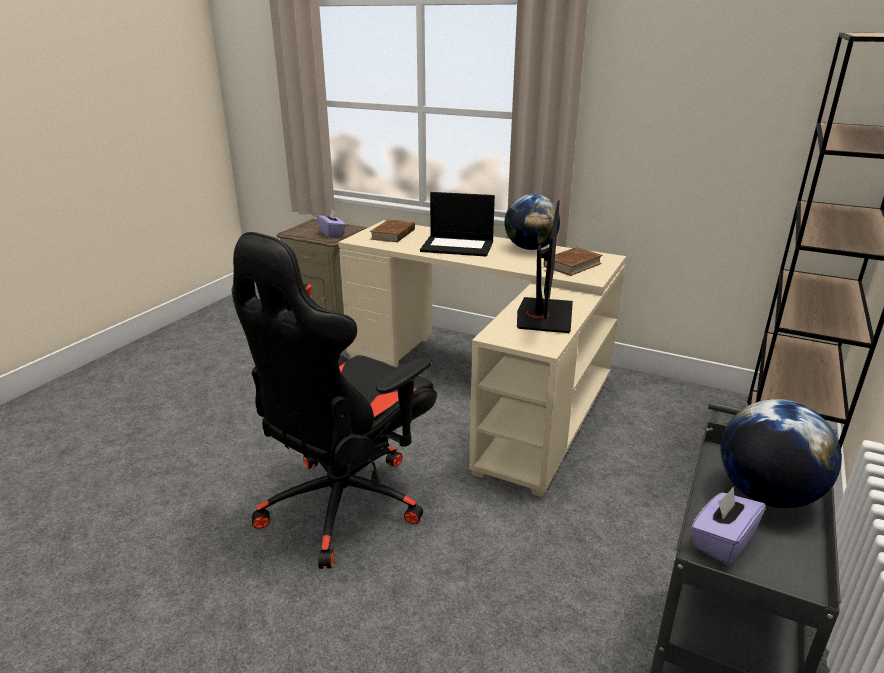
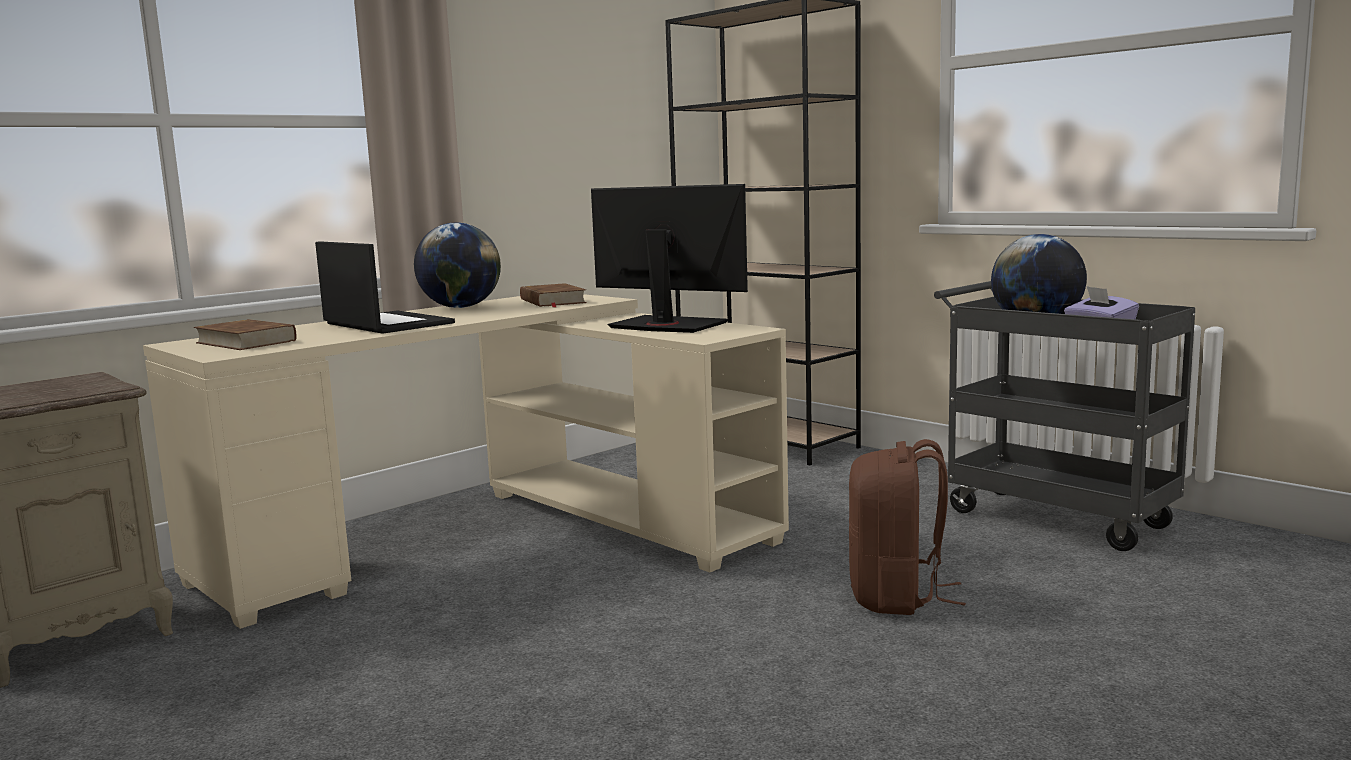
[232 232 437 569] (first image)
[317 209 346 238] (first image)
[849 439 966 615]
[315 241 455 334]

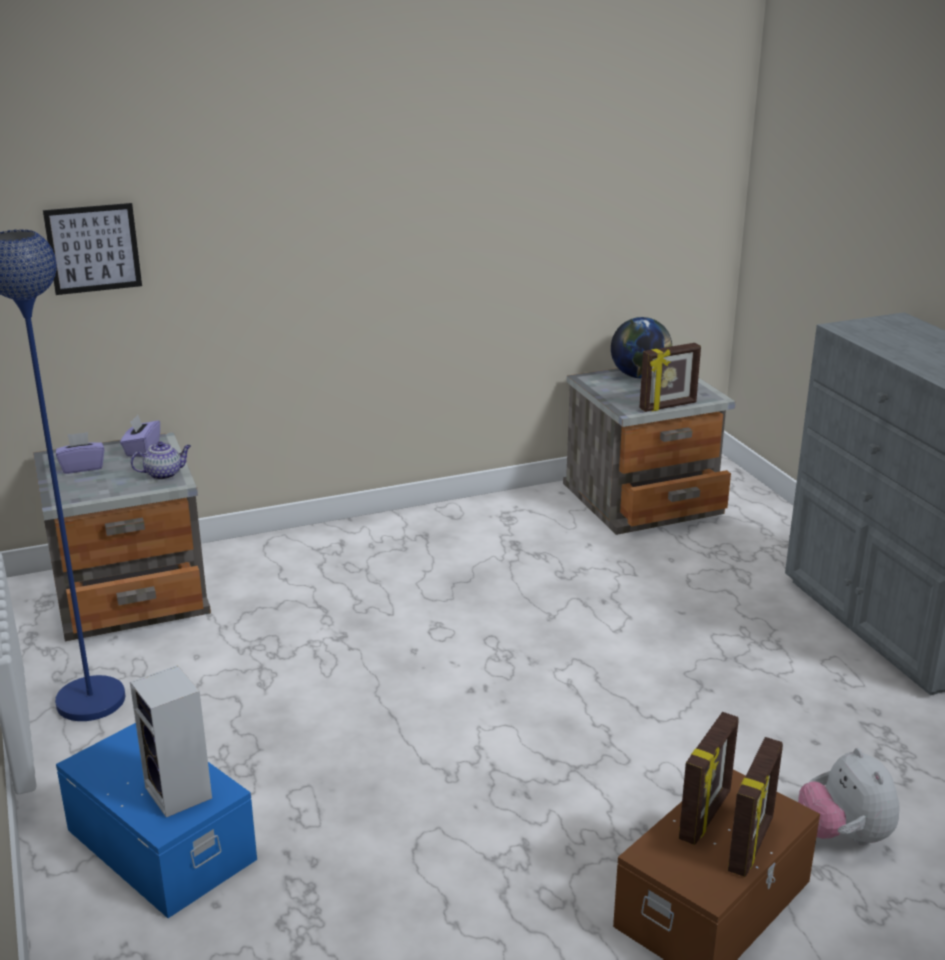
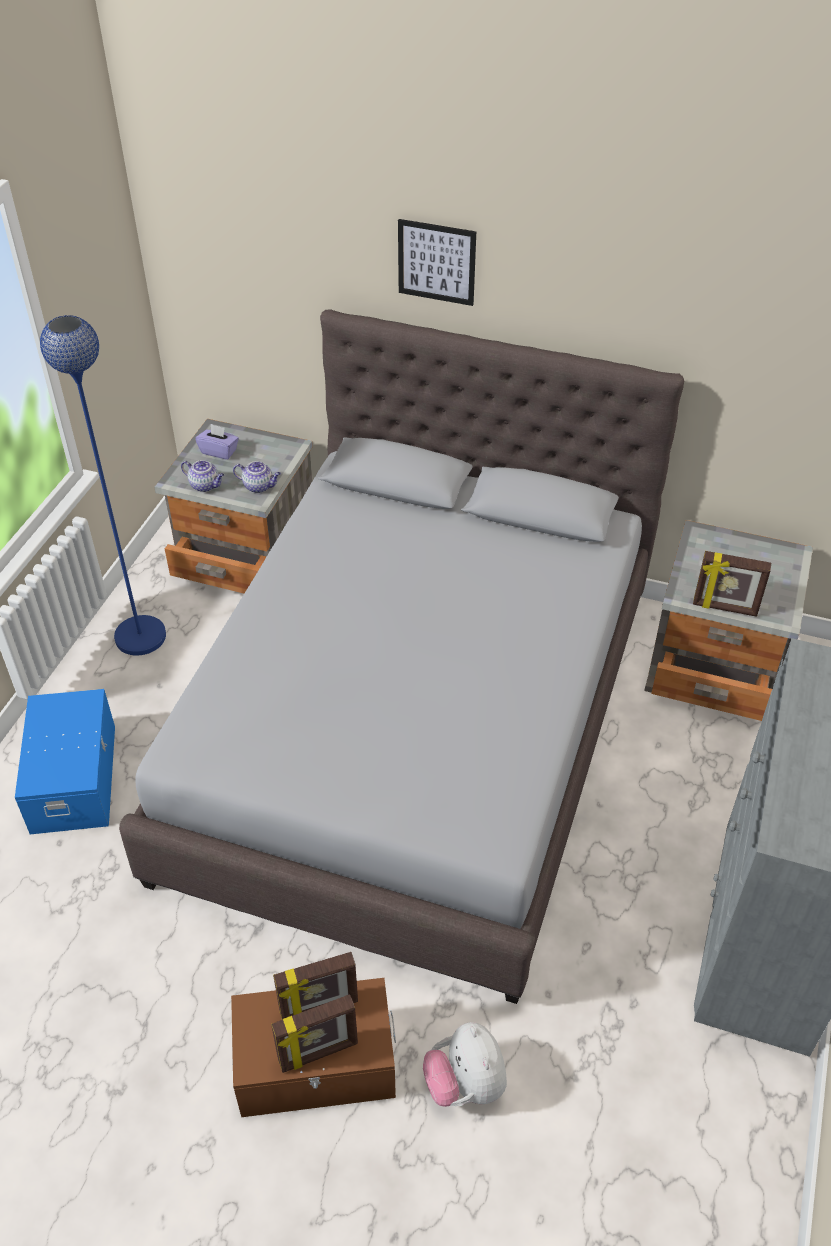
[120 415 160 457] (first image)
[130 665 212 817] (first image)
[611 317 672 378] (first image)
[119 309 684 1004]
[181 460 224 492]
[398 219 476 306]
[423 1022 507 1107]

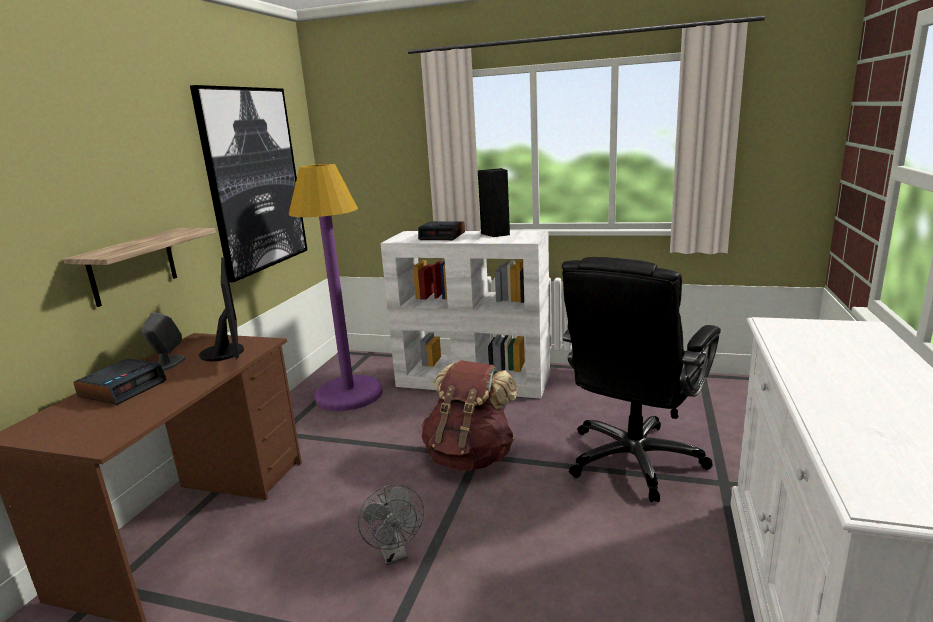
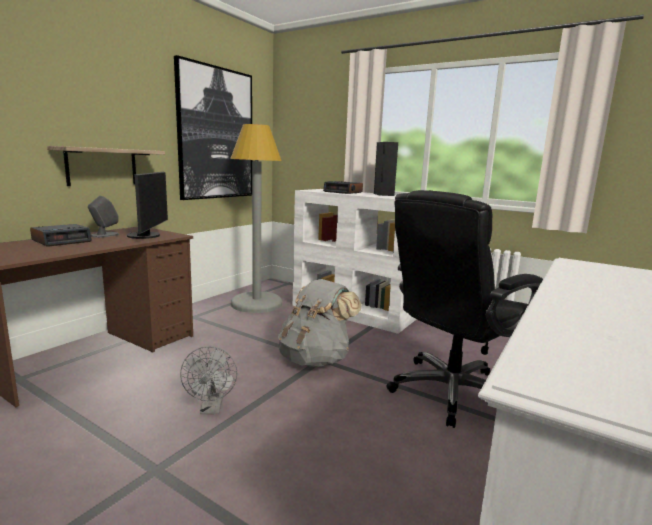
[230 124 282 313]
[278 279 362 367]

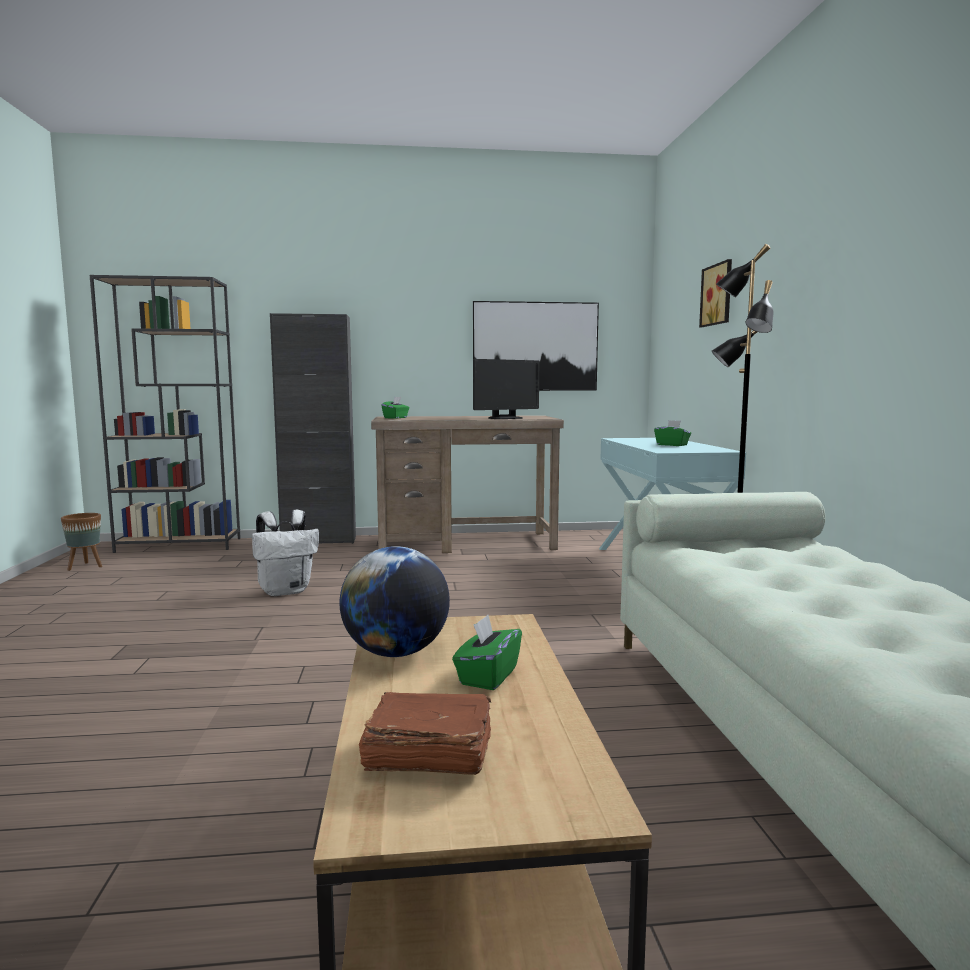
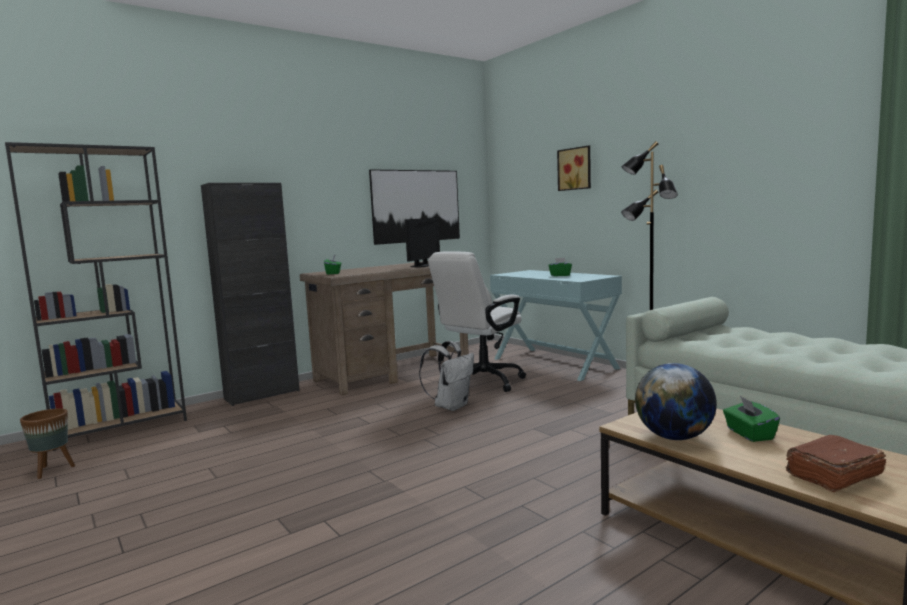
[428 251 526 392]
[419 341 474 411]

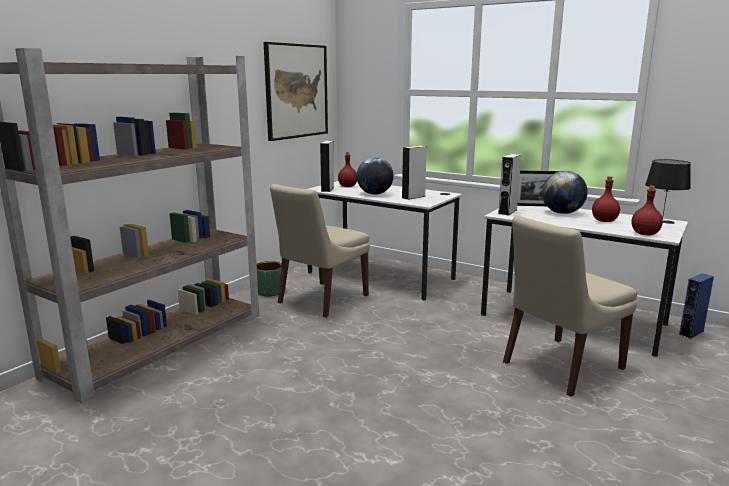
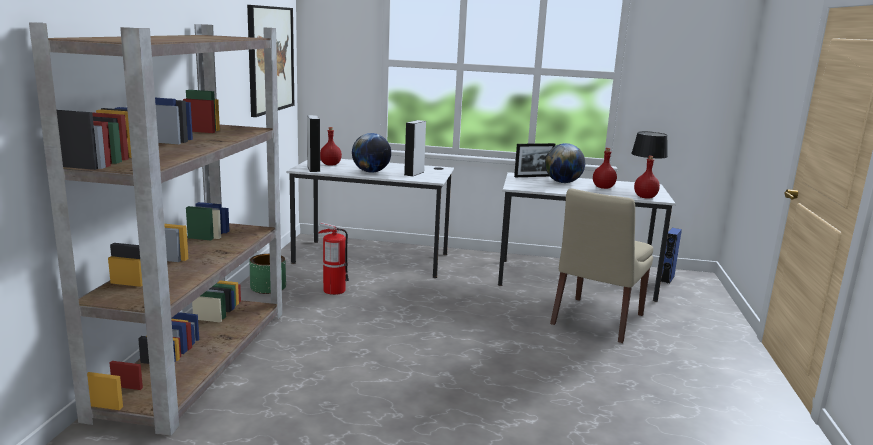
[498 154 521 215] (first image)
[318 222 349 295]

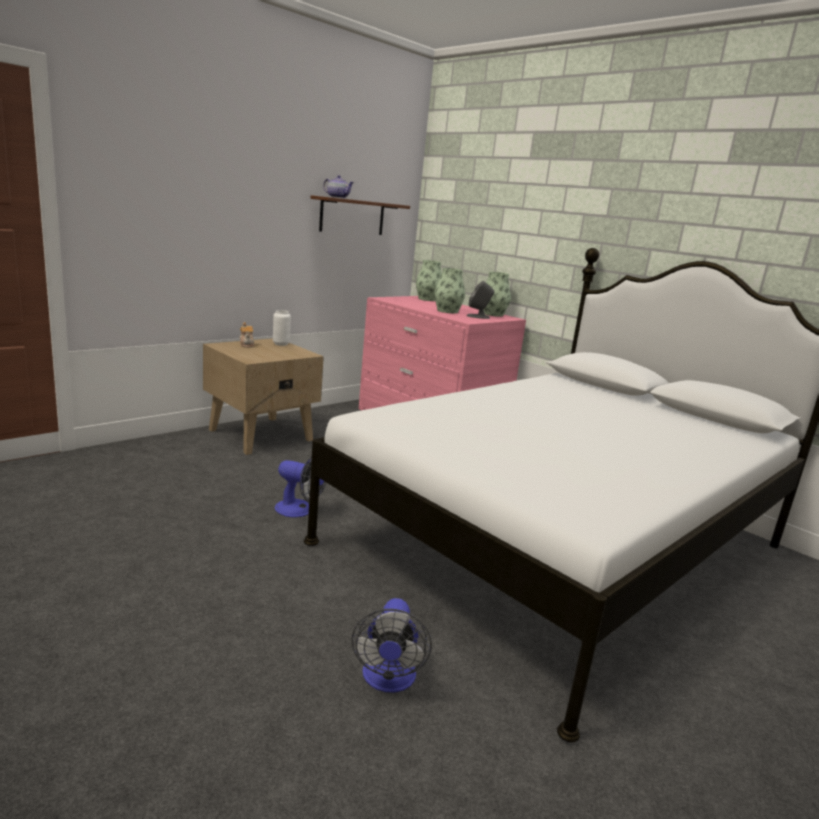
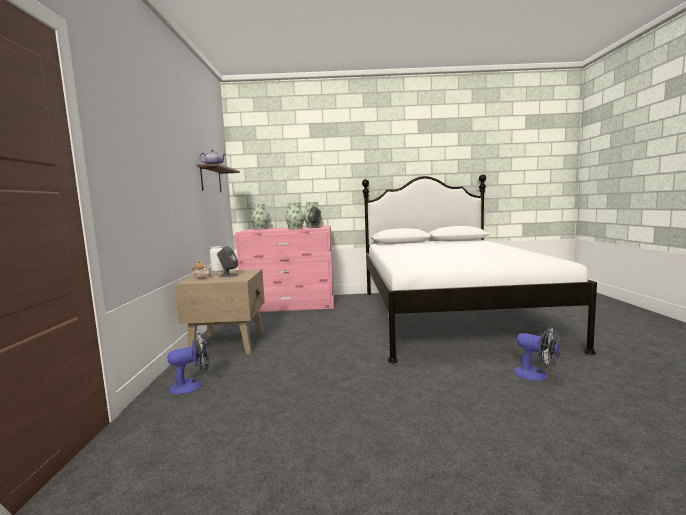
[217 246 239 277]
[167 333 209 395]

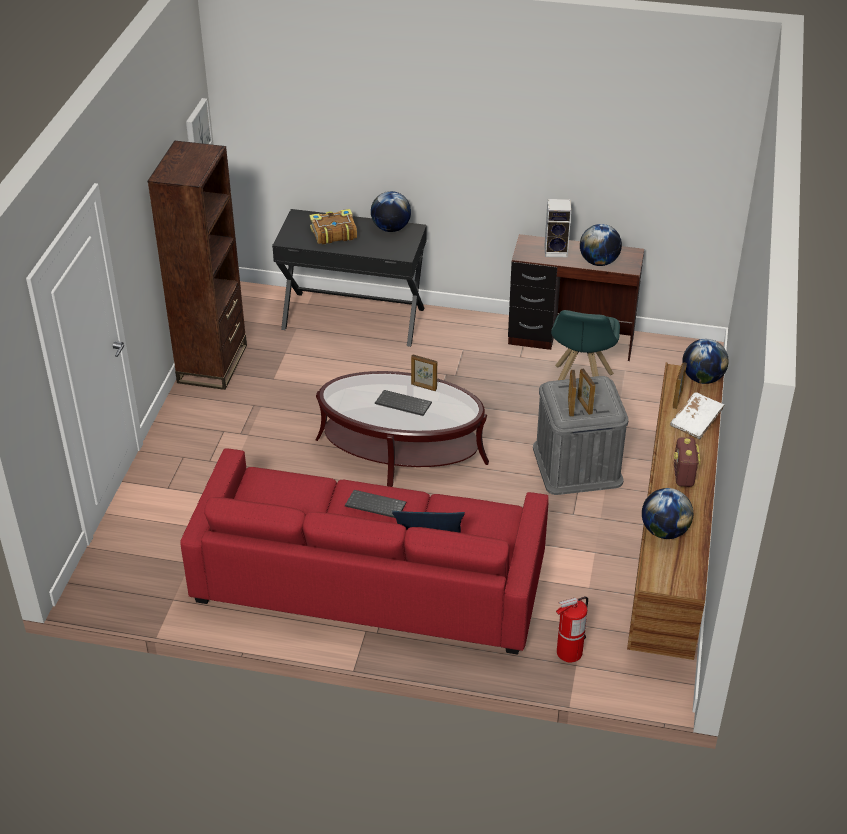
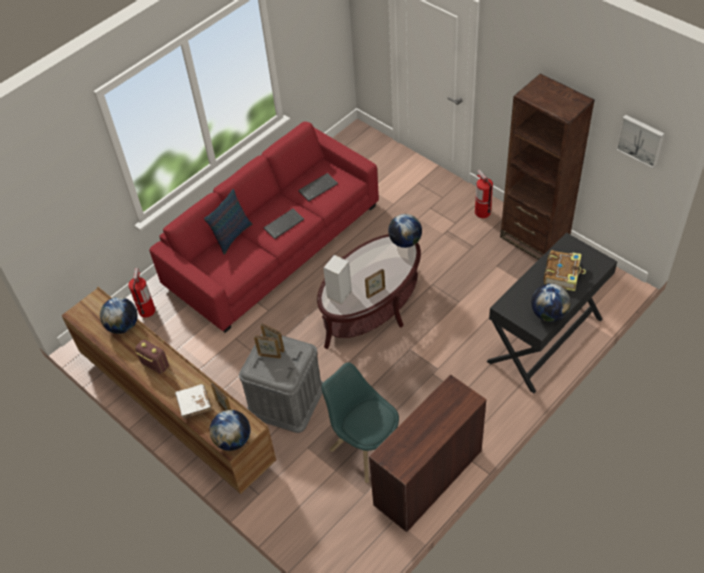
[475 170 493 218]
[298 173 338 201]
[323 255 352 304]
[388 214 422 248]

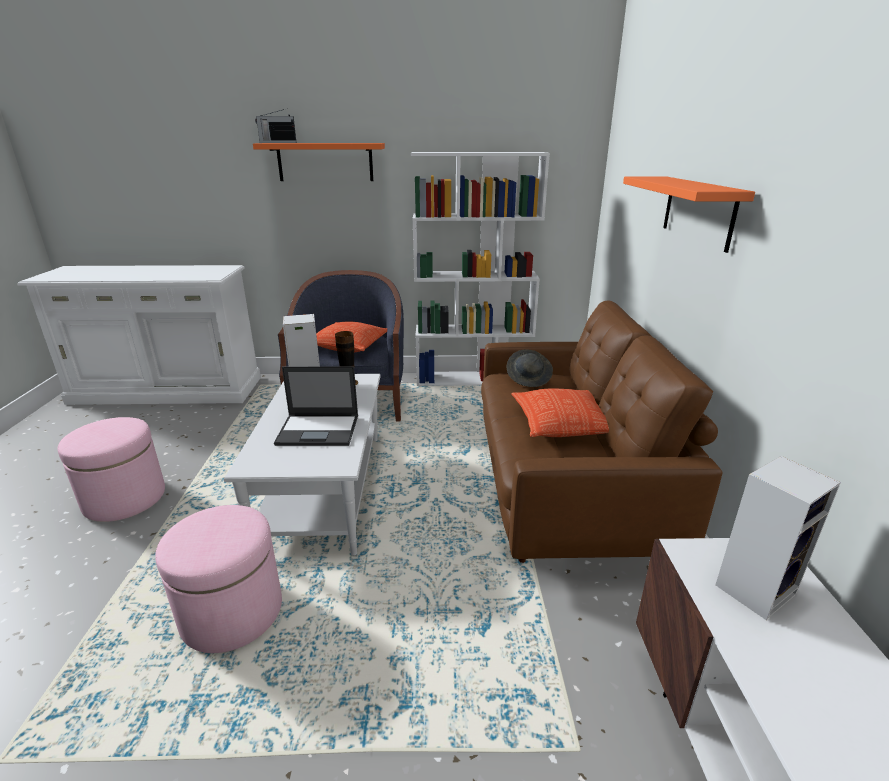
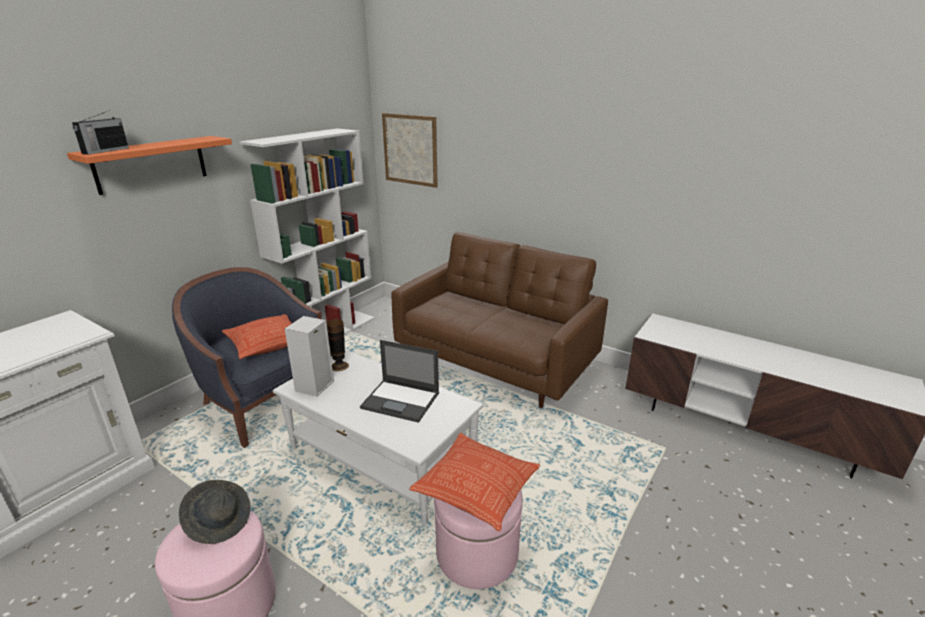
[623 176 755 253] (first image)
[716 456 841 620] (first image)
[382 113 438 188]
[179 480 250 544]
[409 433 540 531]
[360 340 439 423]

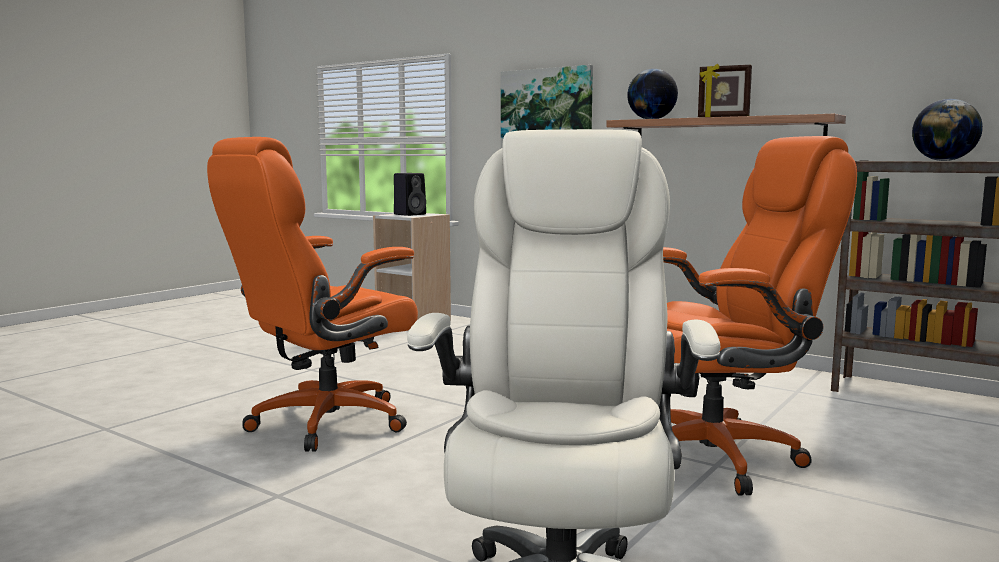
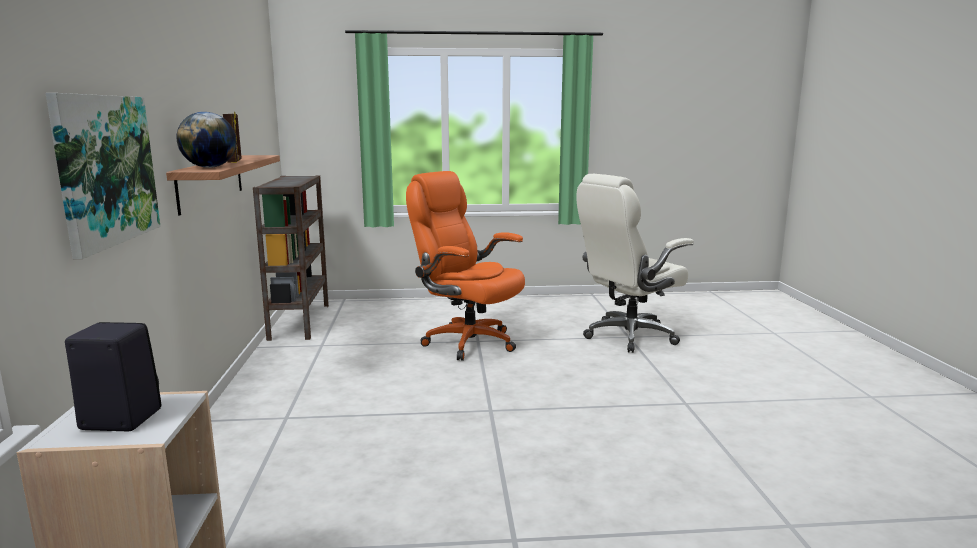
[207 137 418 452] (first image)
[912 99 983 161] (first image)

